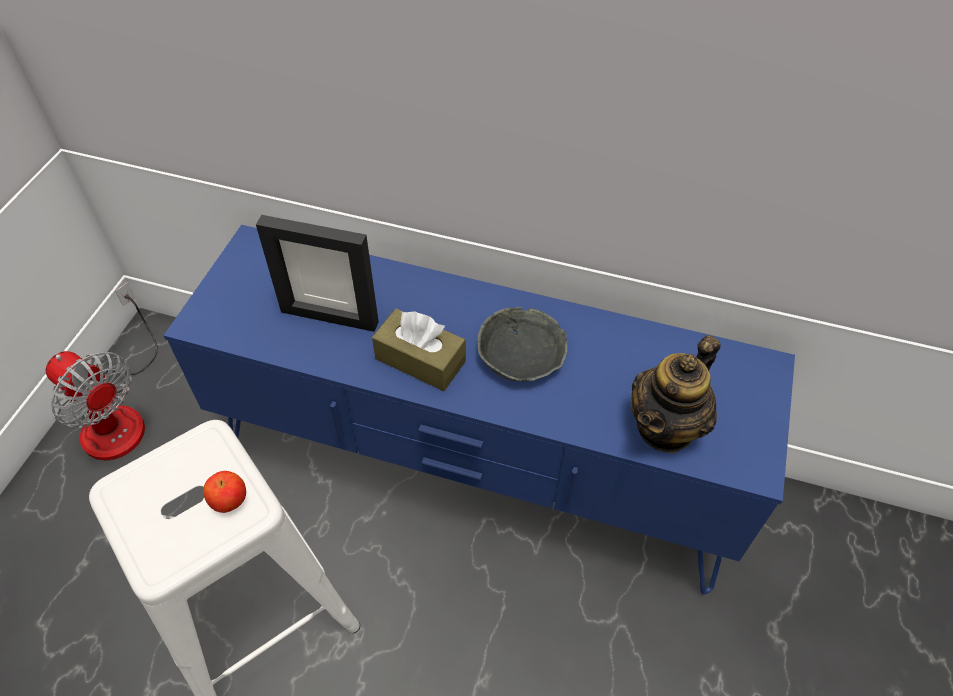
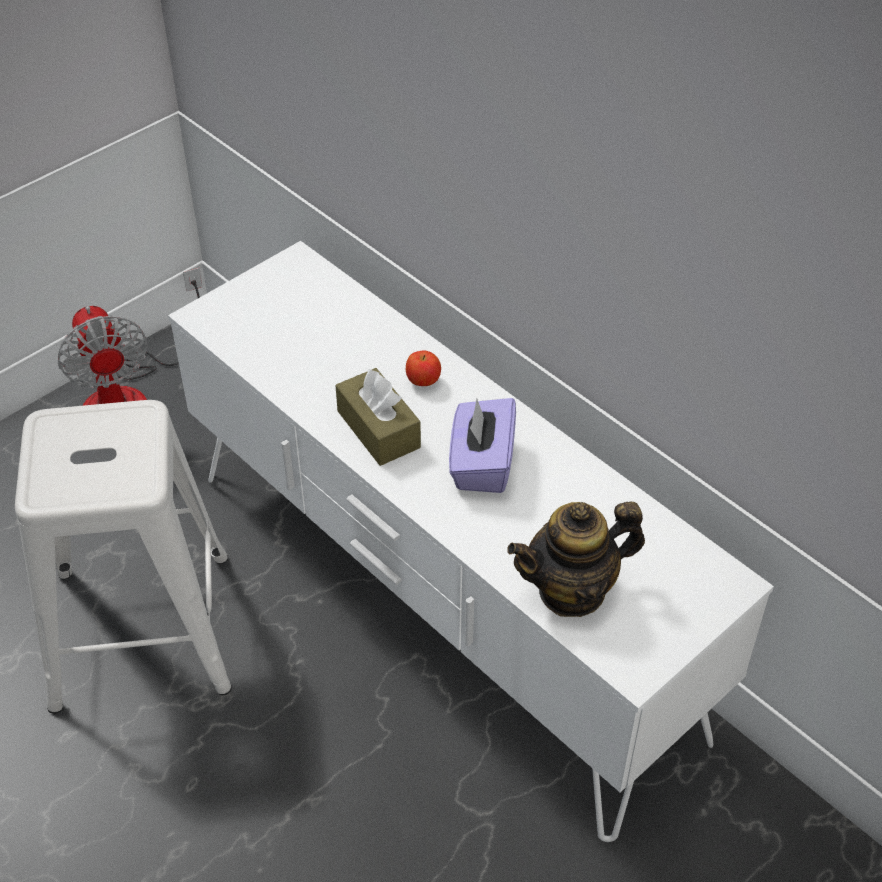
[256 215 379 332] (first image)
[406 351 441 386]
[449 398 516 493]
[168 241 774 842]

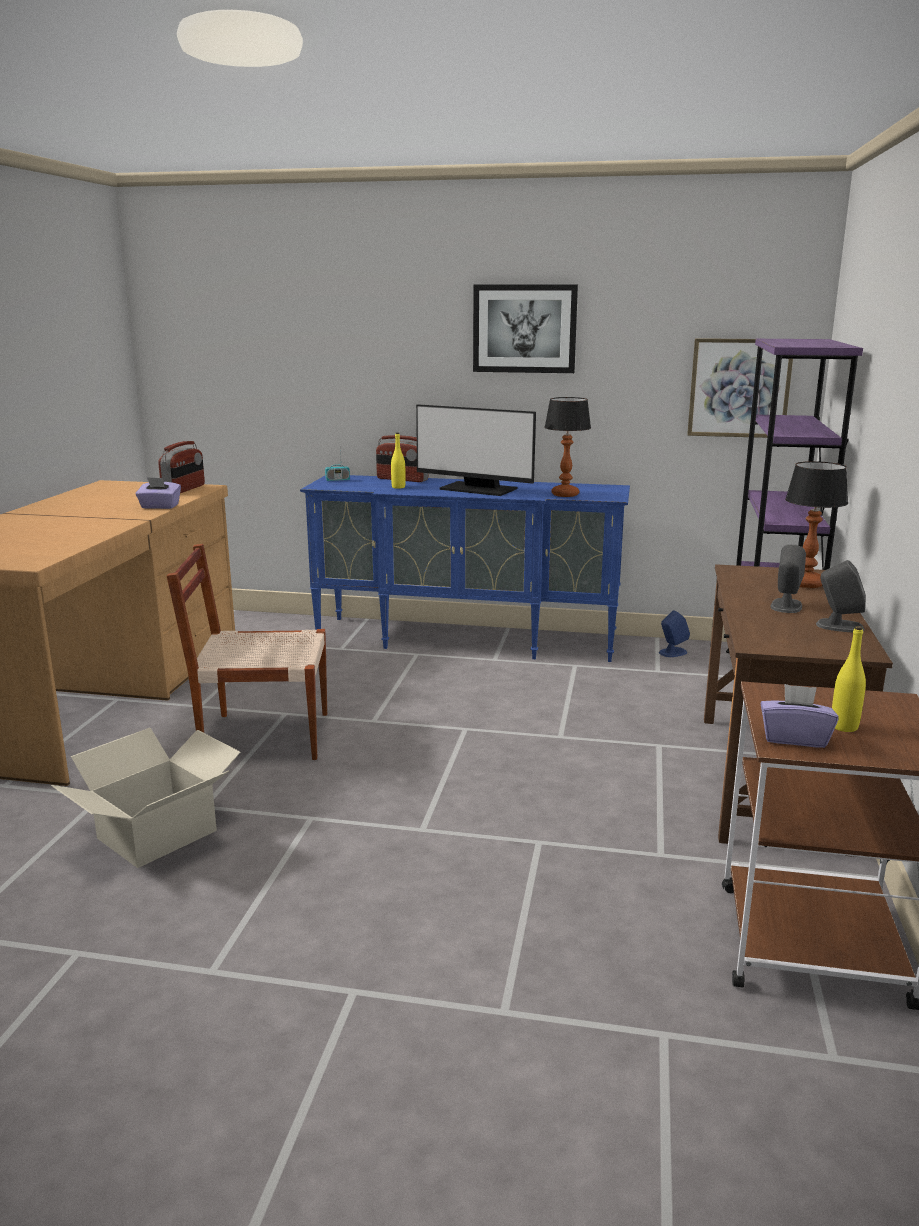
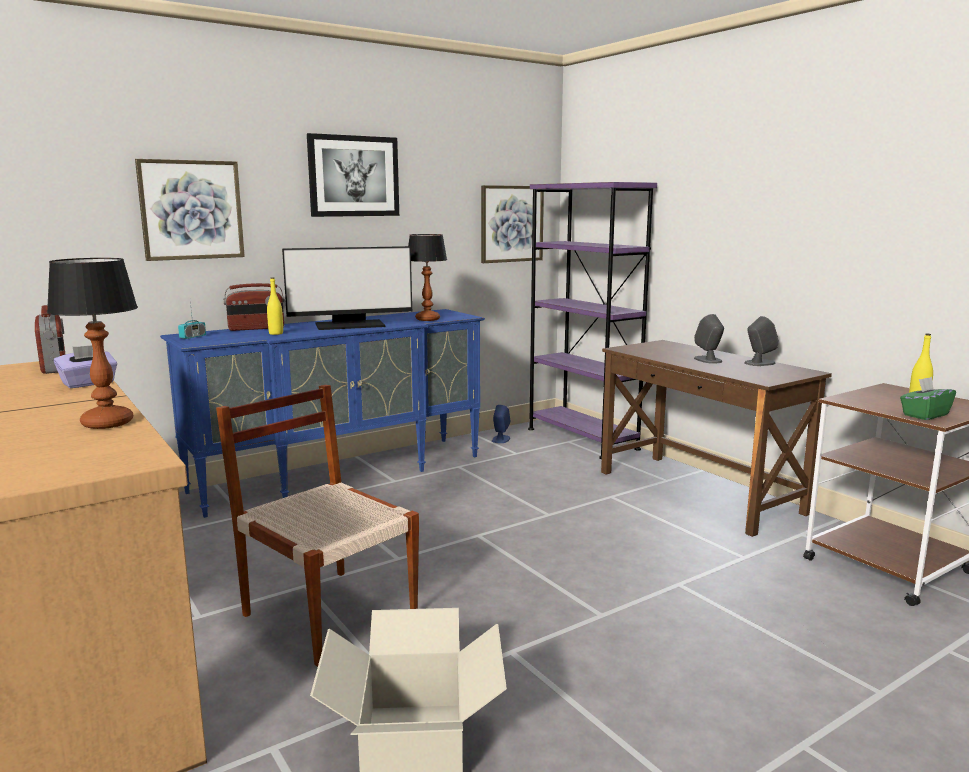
[135 159 245 261]
[47 258 138 429]
[900 377 956 420]
[216 385 419 667]

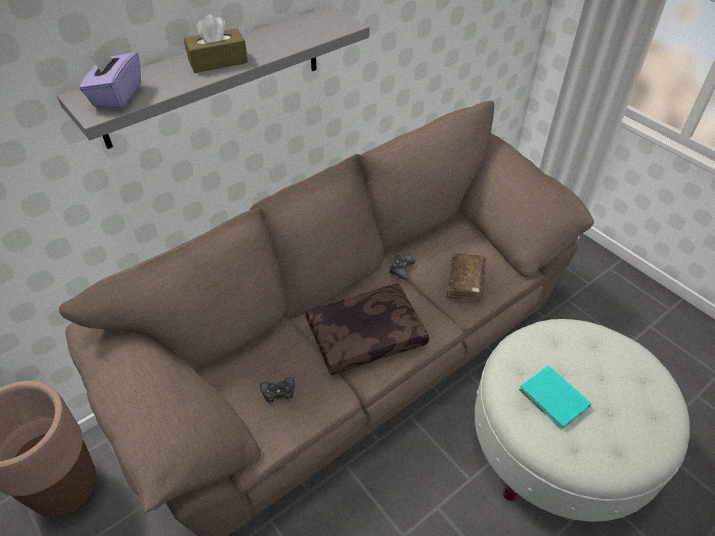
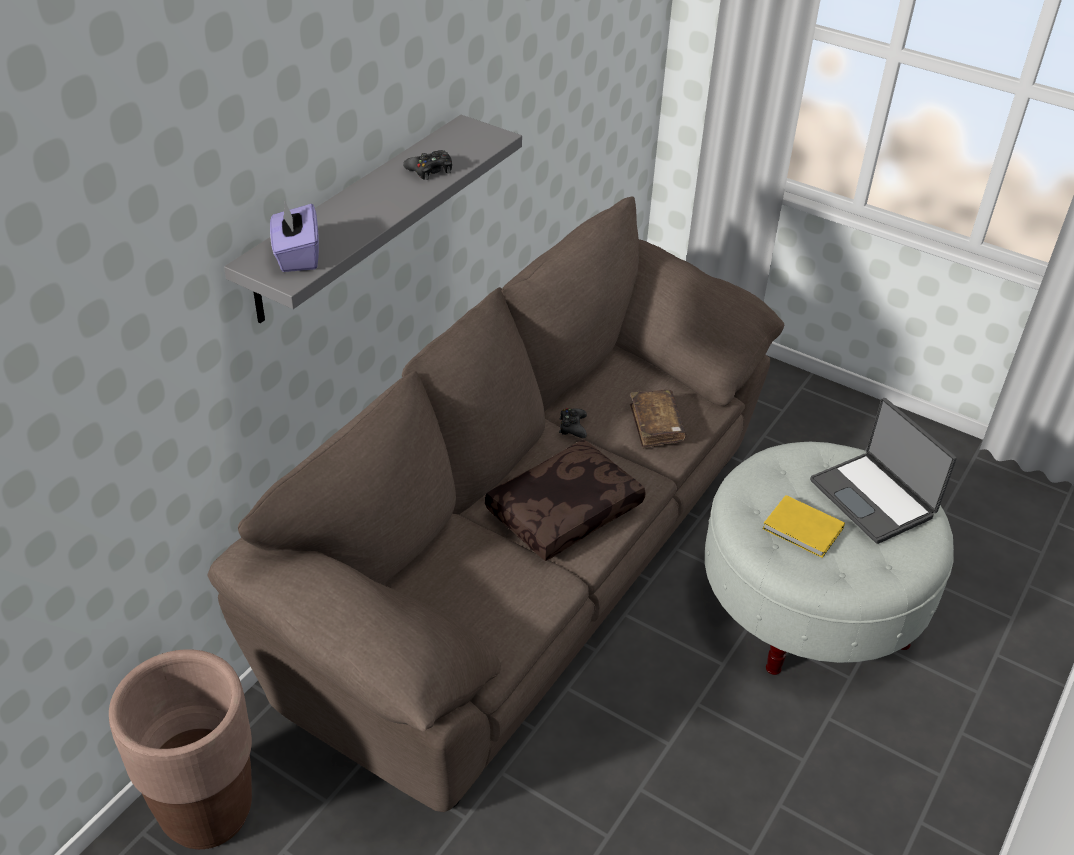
[184 14 248 73] (first image)
[810 398 957 544]
[403 150 452 180]
[762 495 845 558]

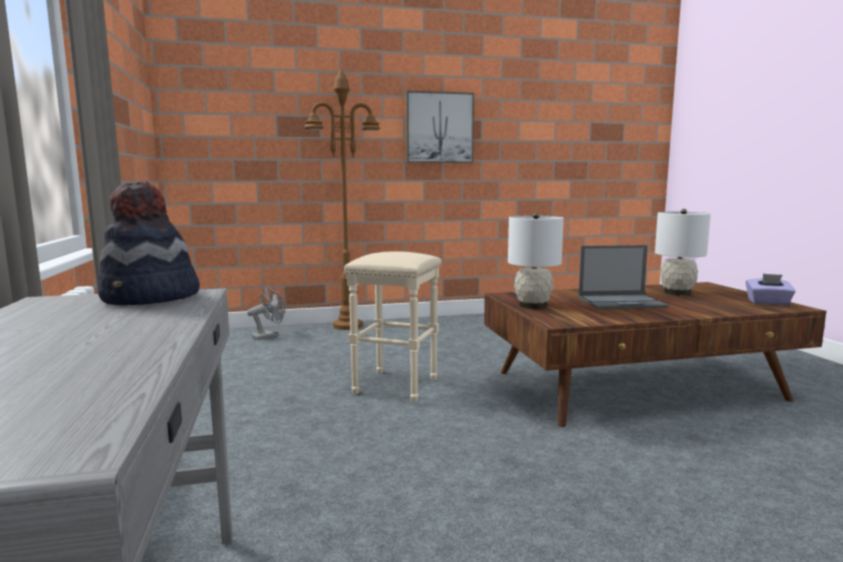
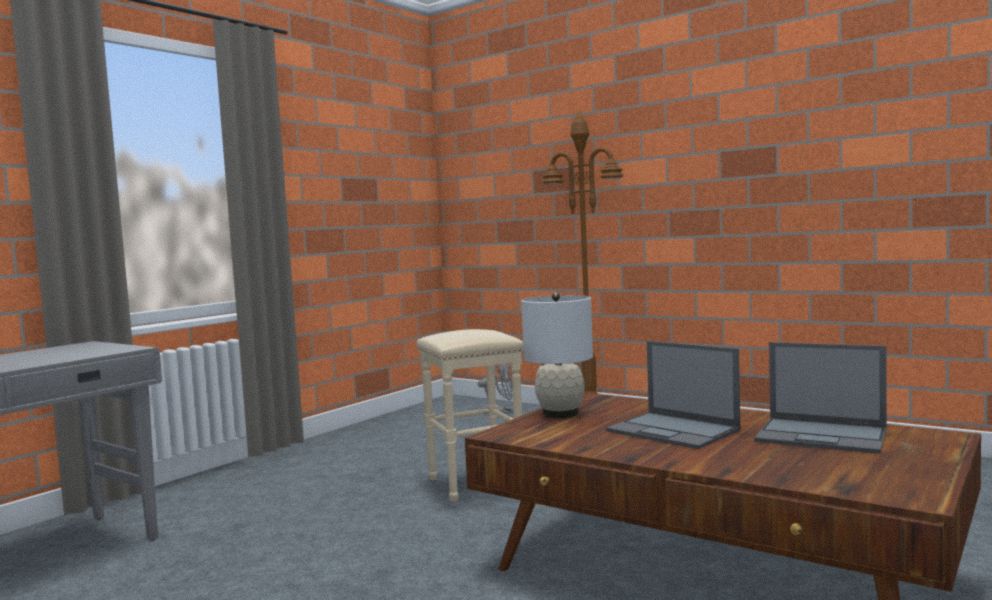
[98 181 200 305] (first image)
[406 91 474 163] (first image)
[746 274 796 305] (first image)
[754 342 887 454]

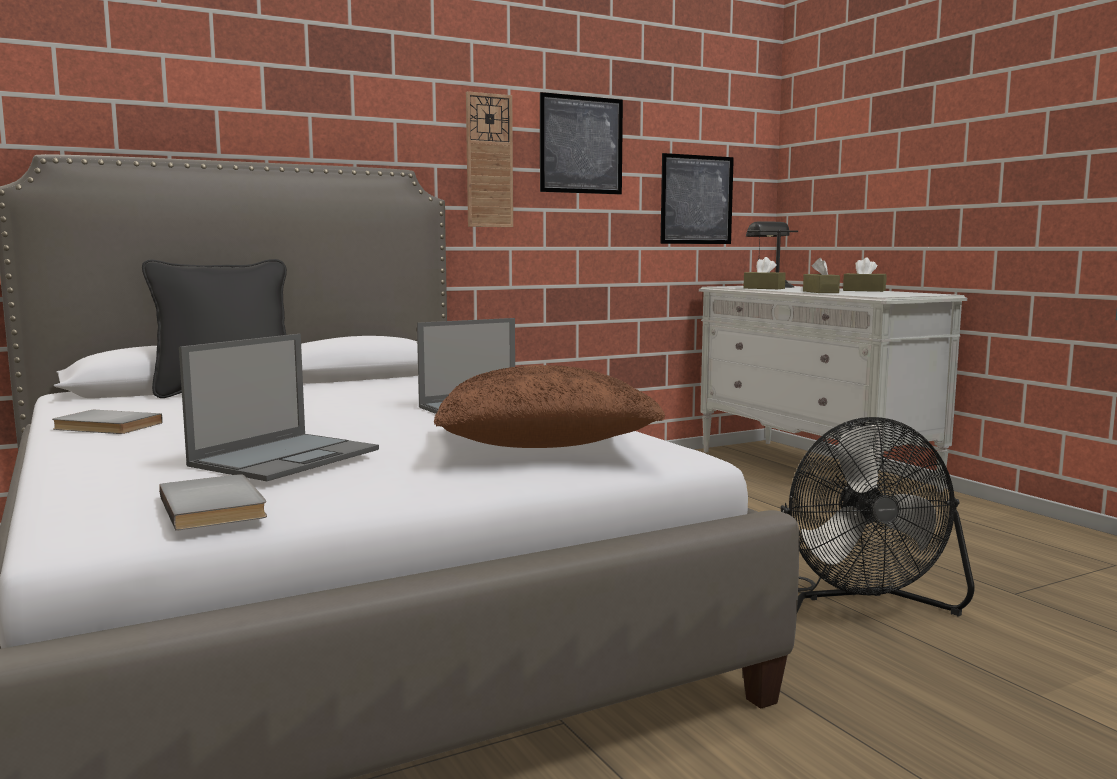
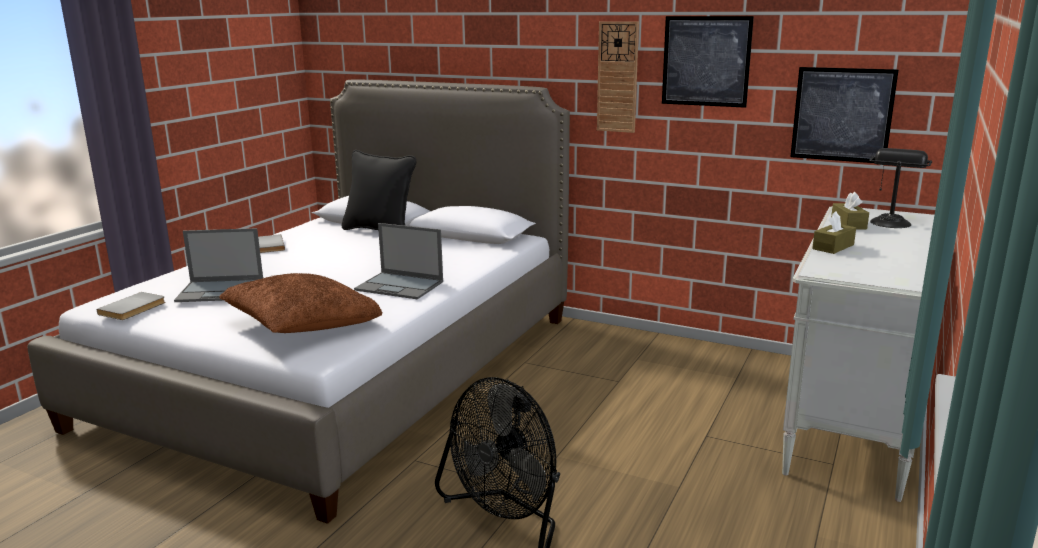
[843 257 886 292] (first image)

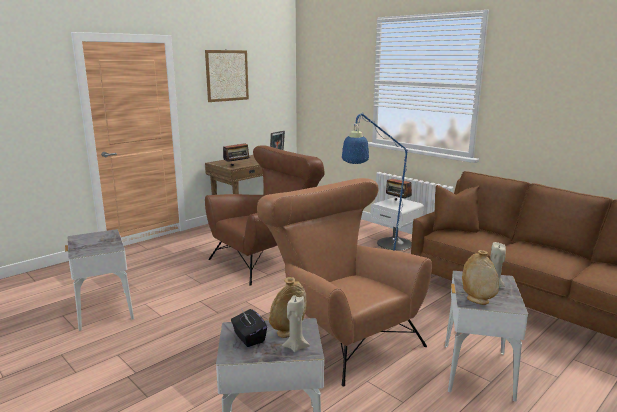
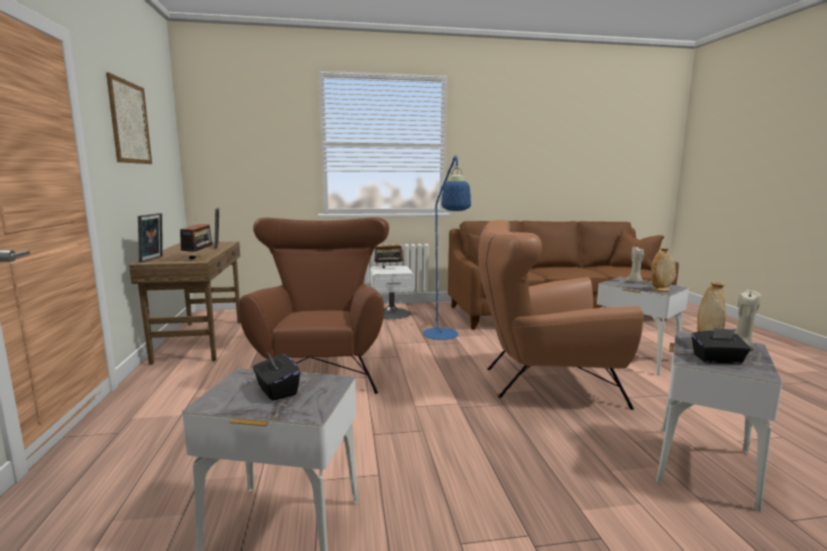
[138 213 163 263]
[253 353 300 401]

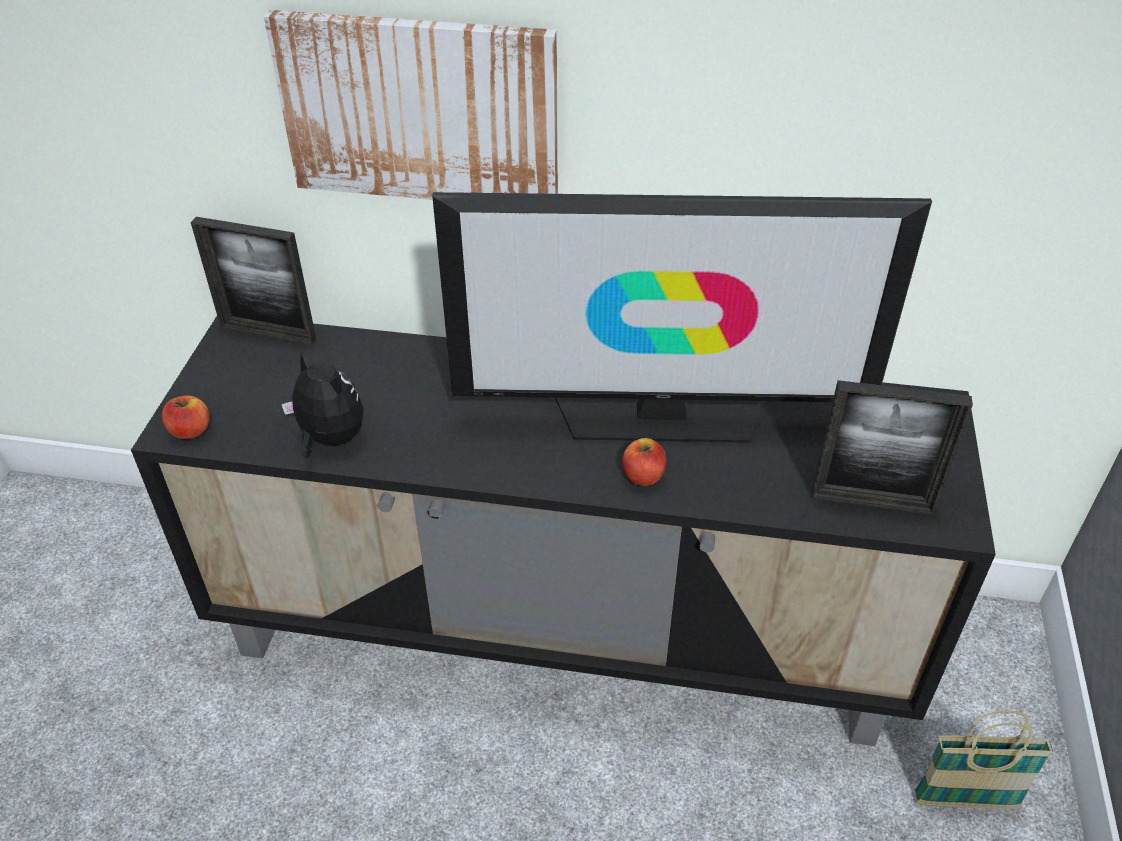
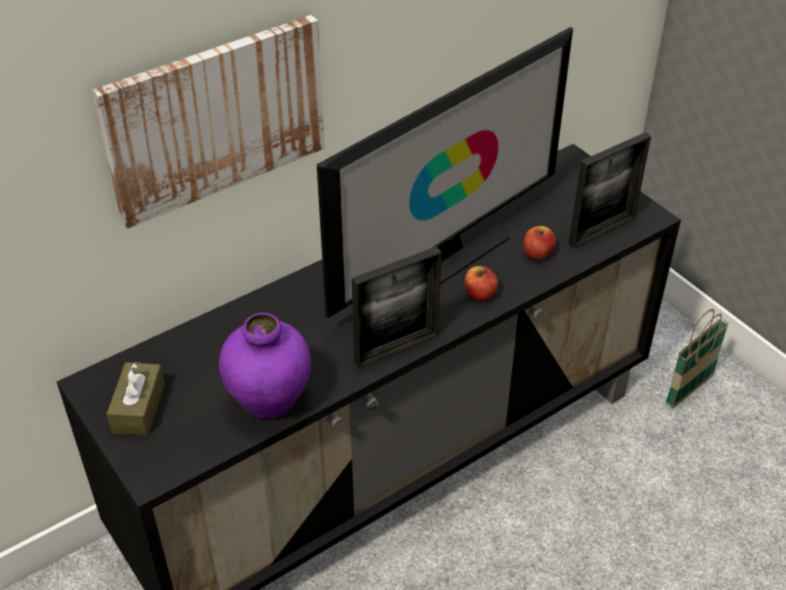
[107 362 165 436]
[523 226 556 260]
[352 246 442 368]
[219 313 311 419]

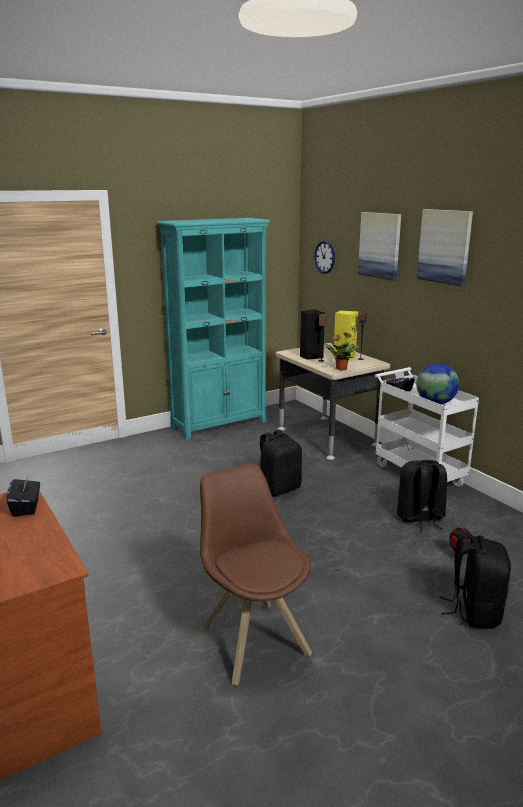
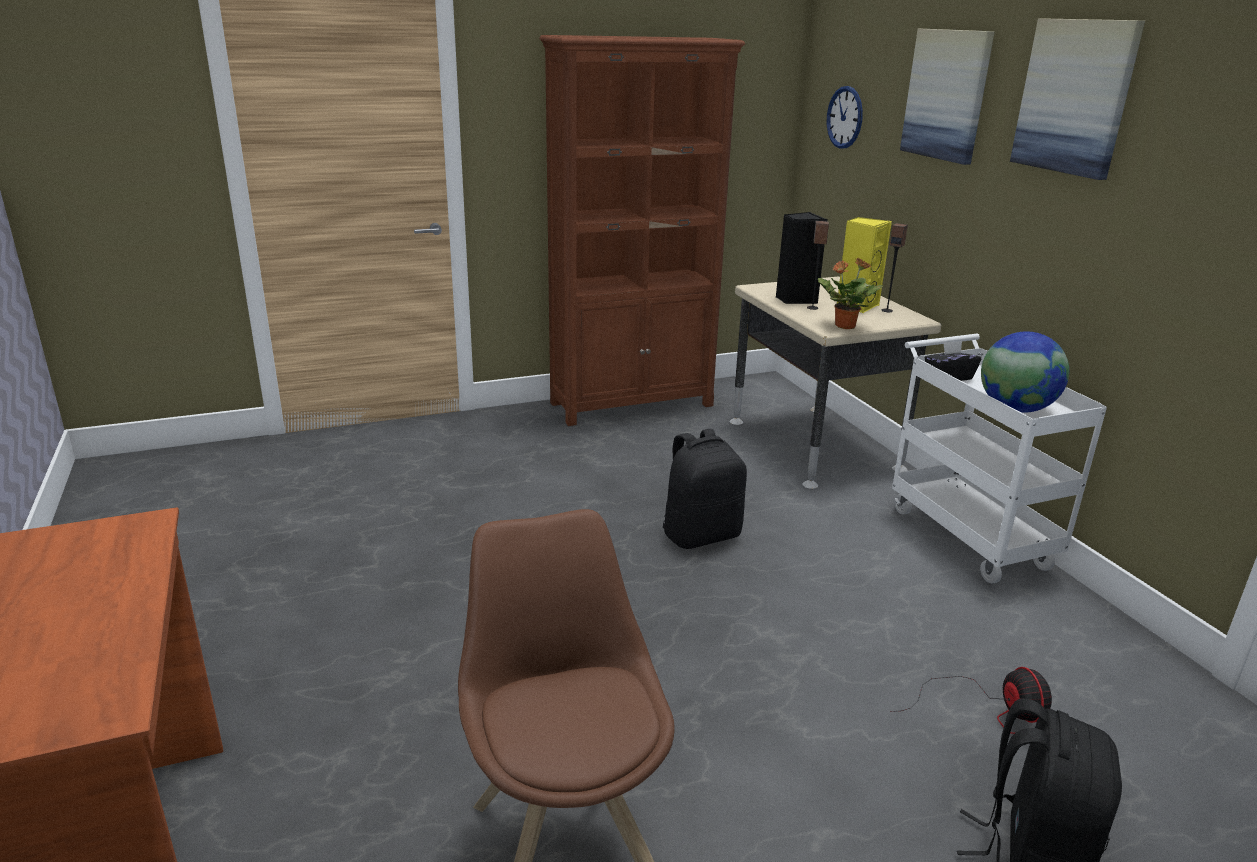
[7 474 40 516] (first image)
[397 460 447 531] (first image)
[539 35 745 426]

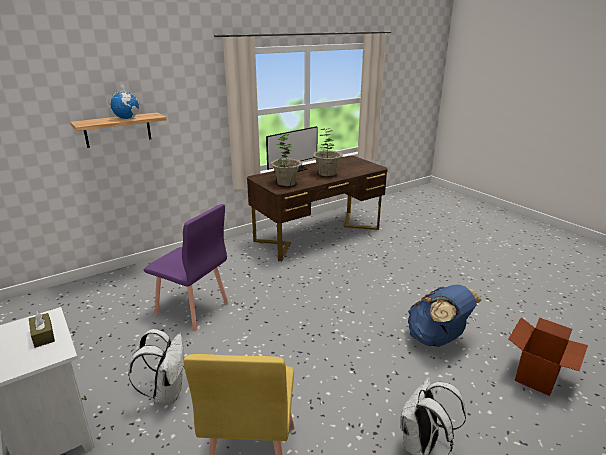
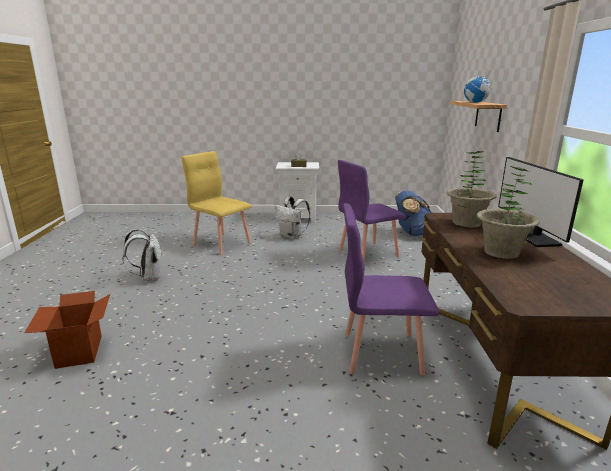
[343 203 439 376]
[395 191 432 236]

